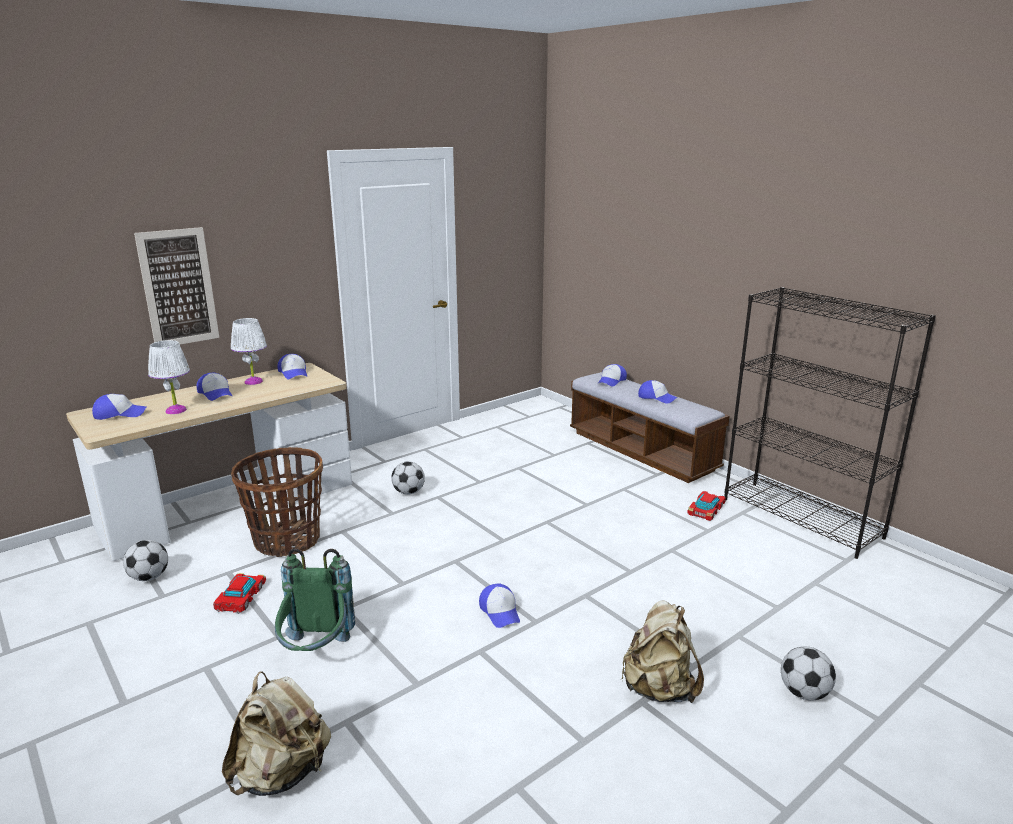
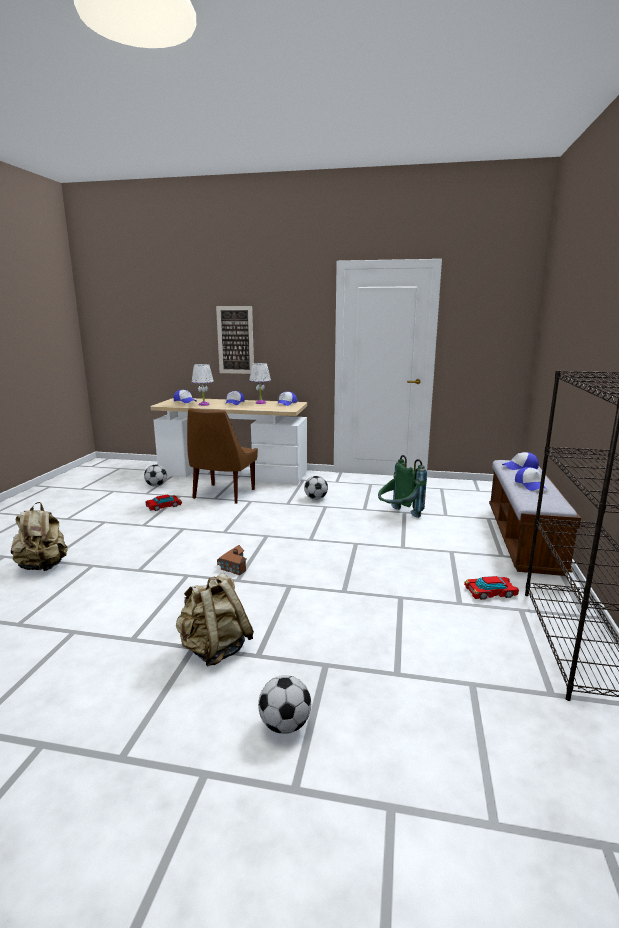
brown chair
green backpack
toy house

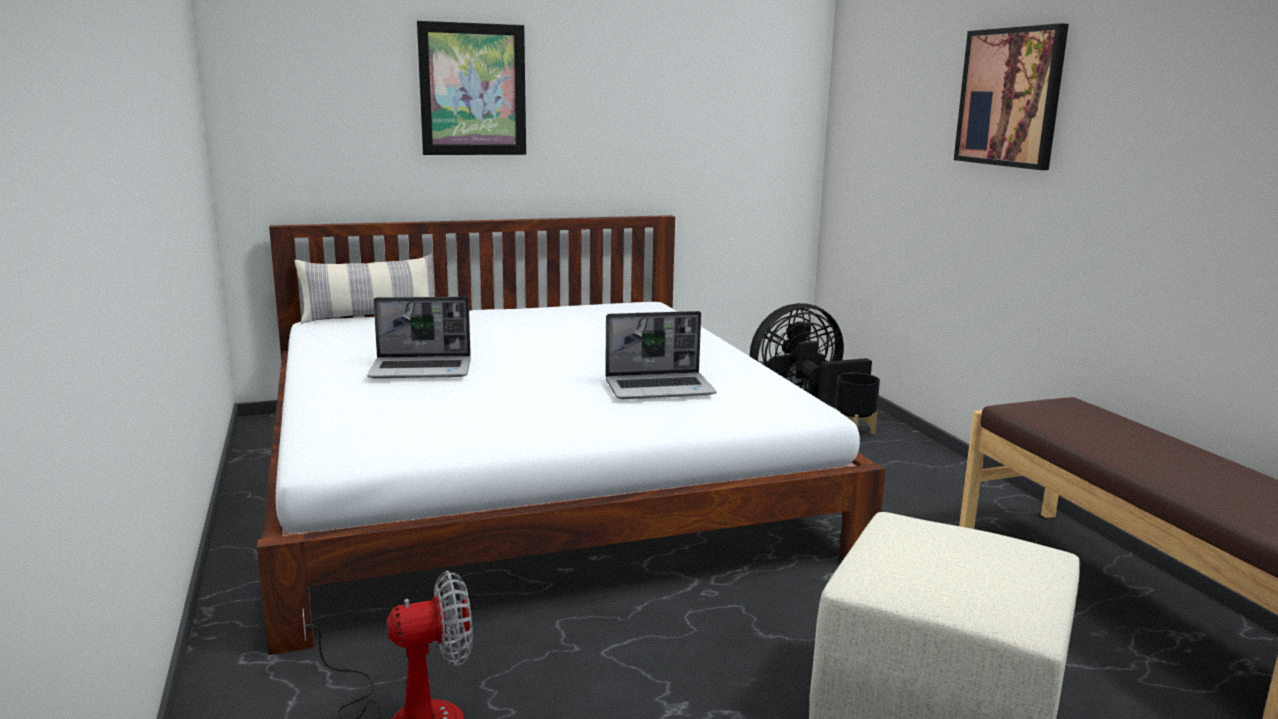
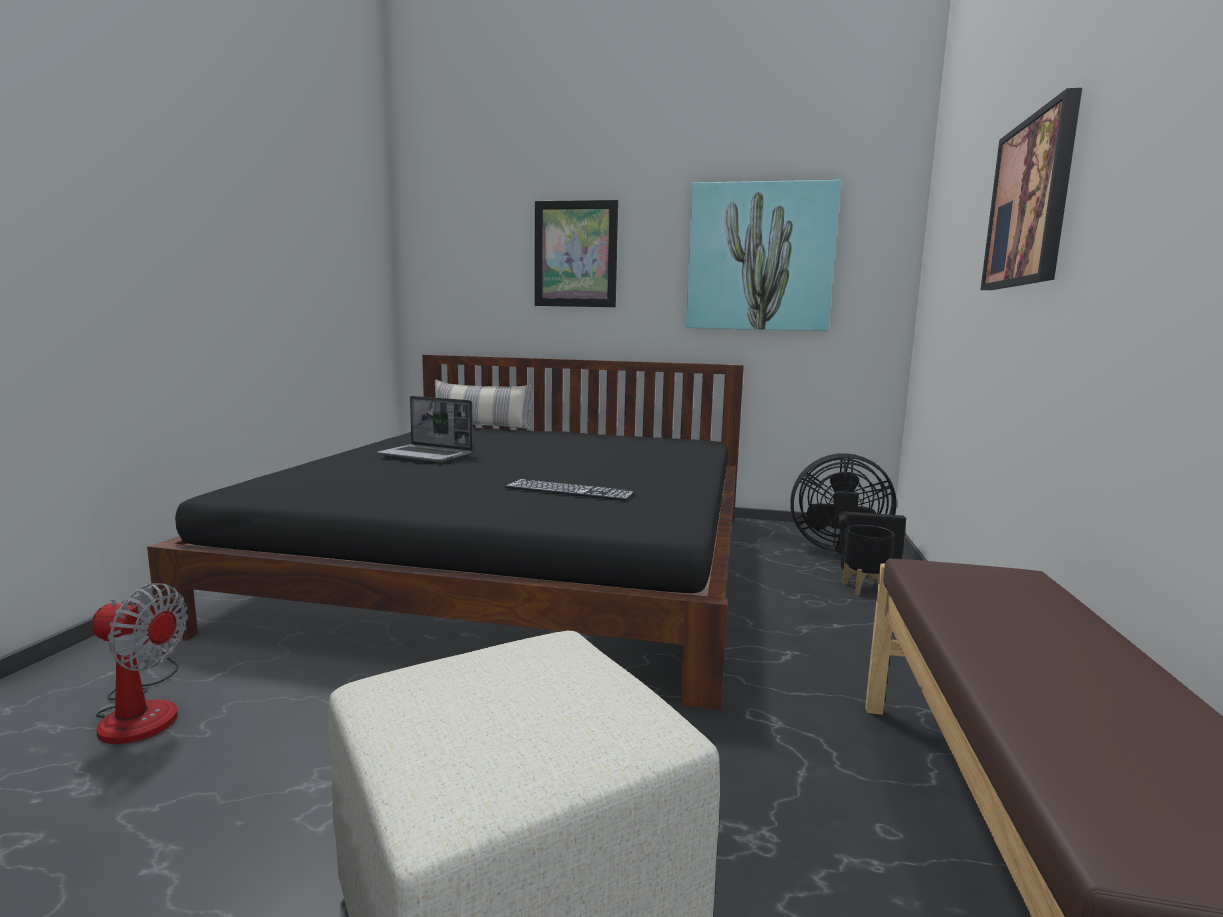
black bed
keyboard
picture (2nd from left)

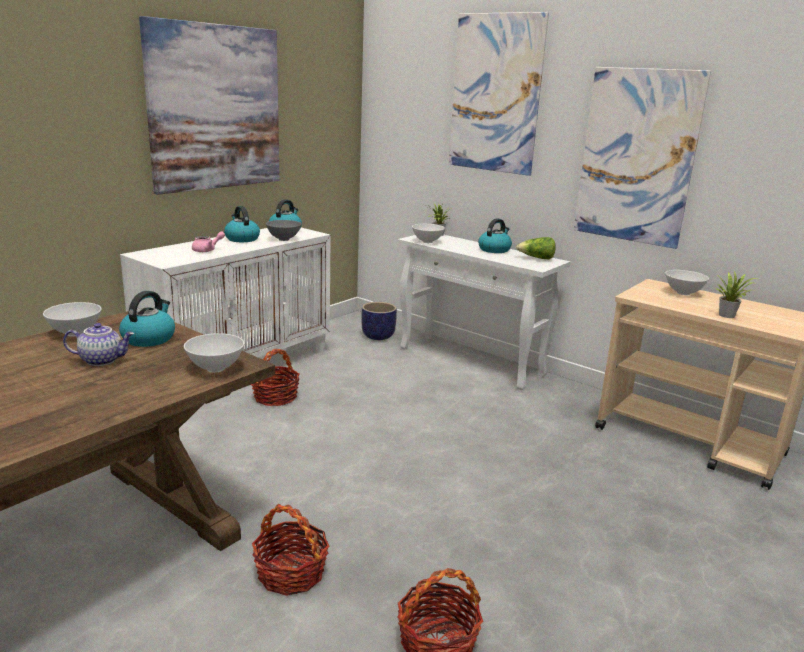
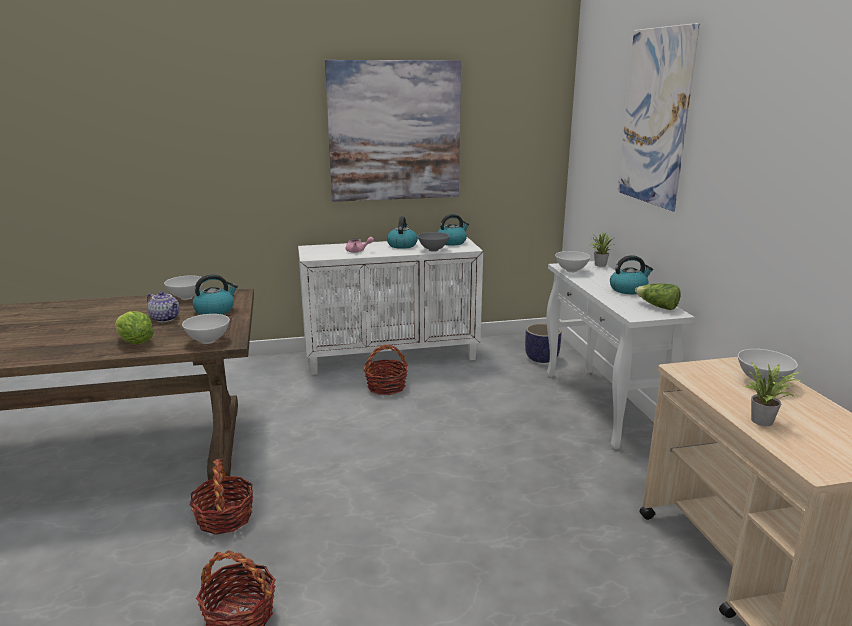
picture (3rd from left in the first image)
lettuce (1st from left)

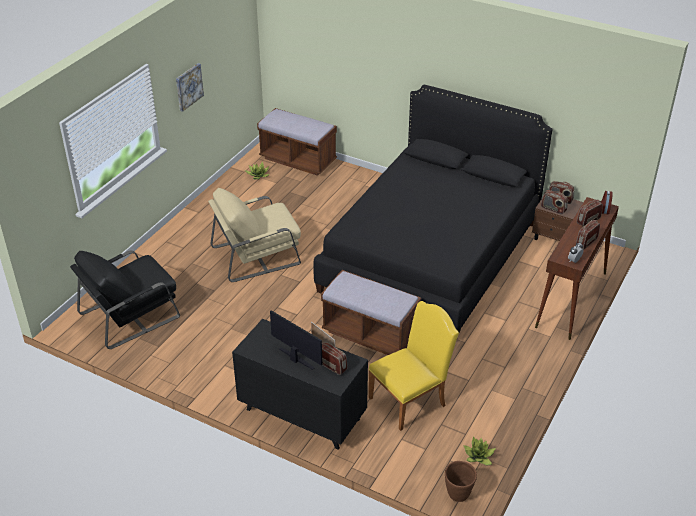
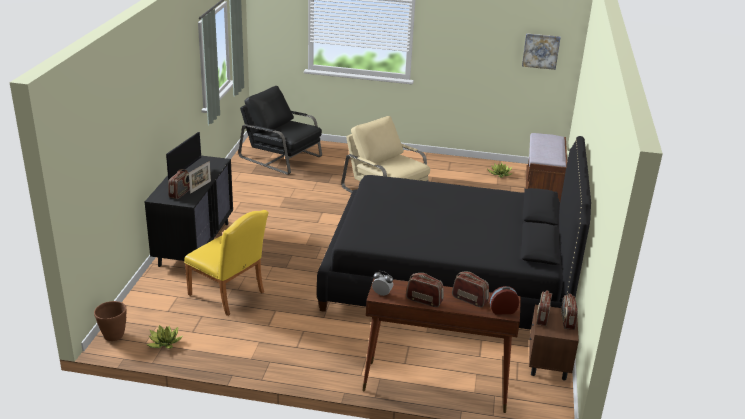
picture
brown bench (2nd from left in the first image)

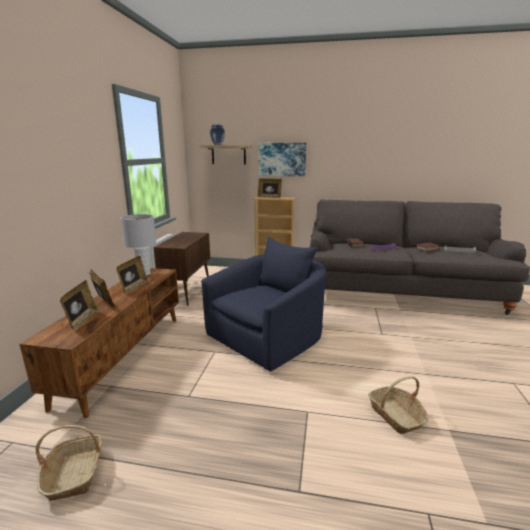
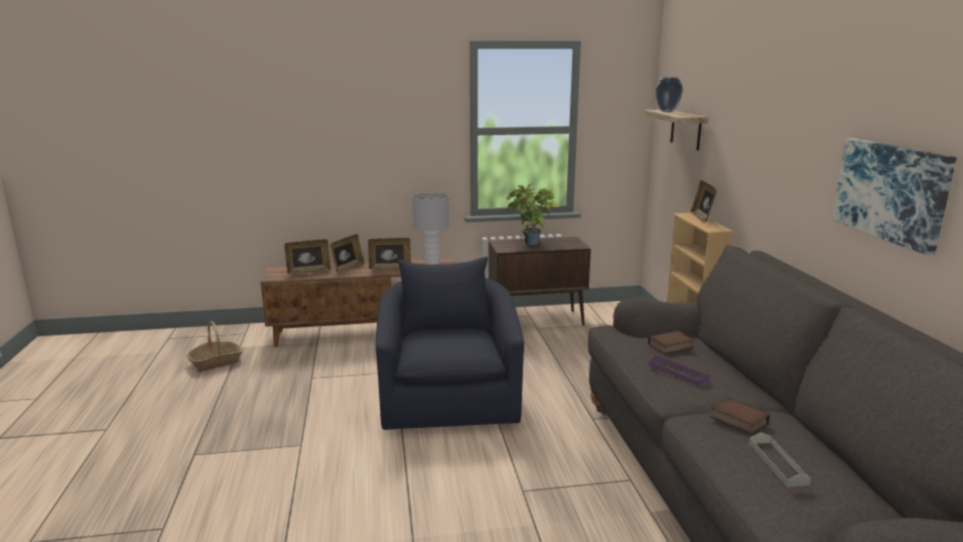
blue armchair
picture
basket (2nd from left in the first image)
potted plant

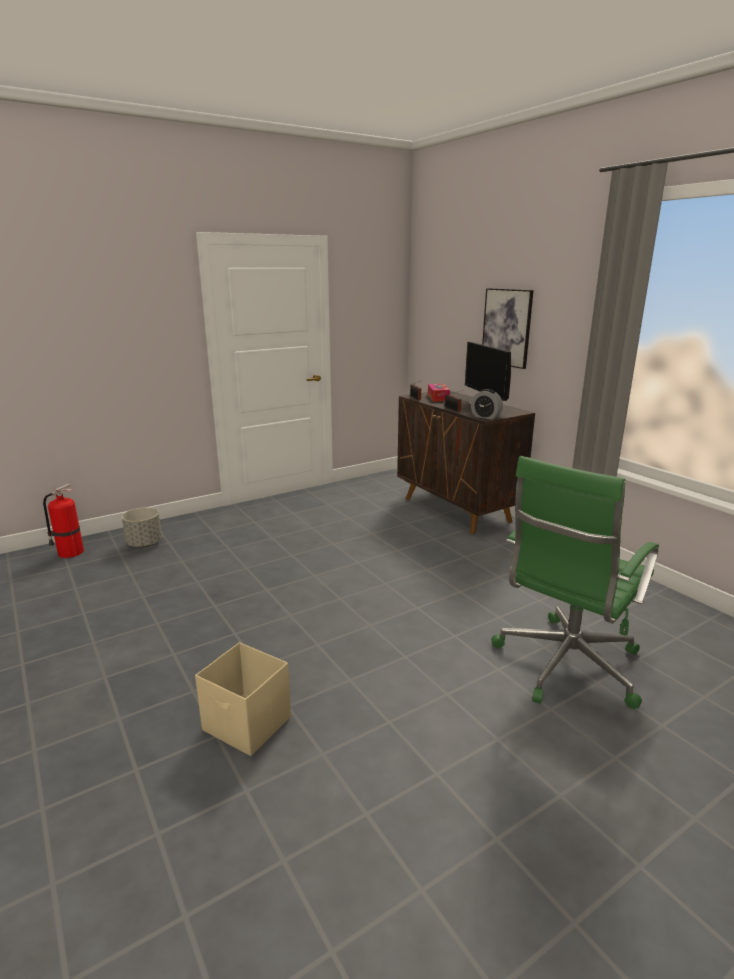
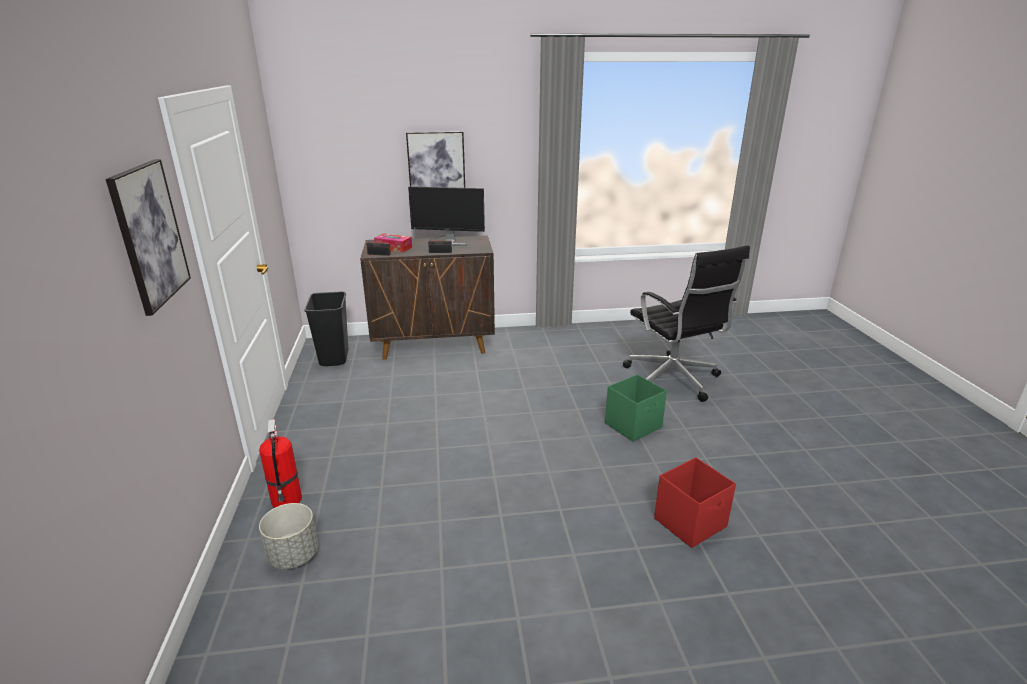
fire extinguisher
red storage box
alarm clock
black office chair
picture (1st from left)
black trash can
green storage box

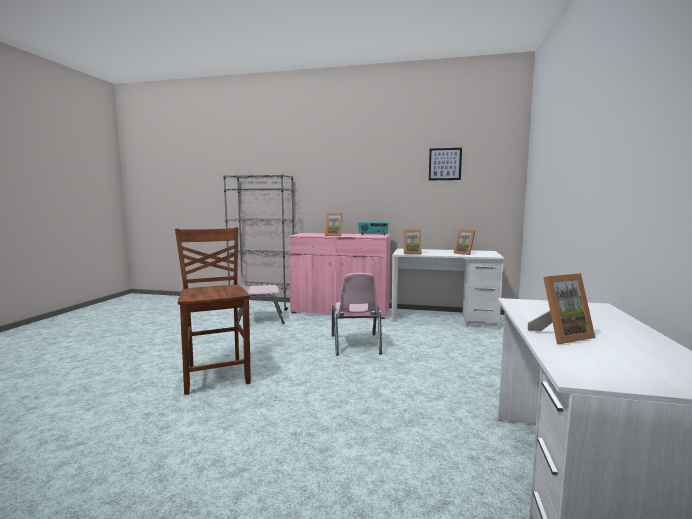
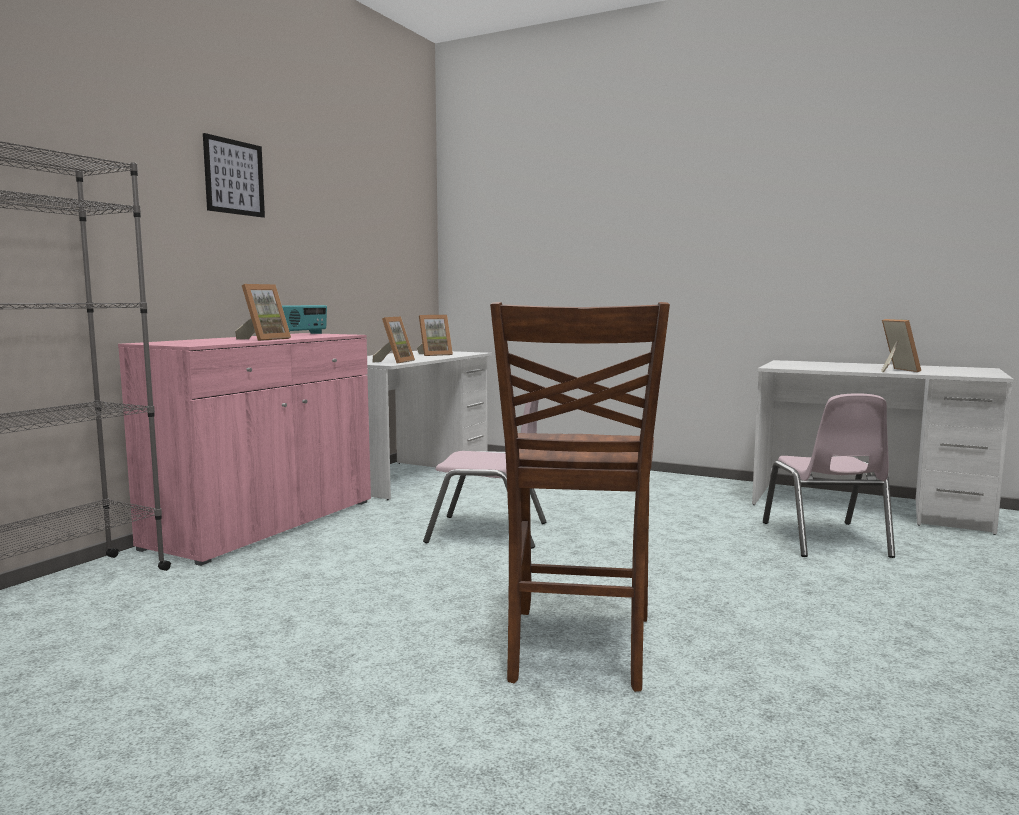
brown chair
pink chair (2nd from left)
picture

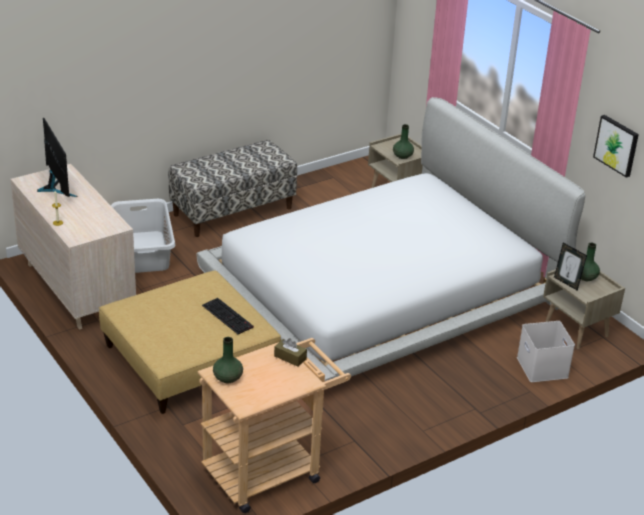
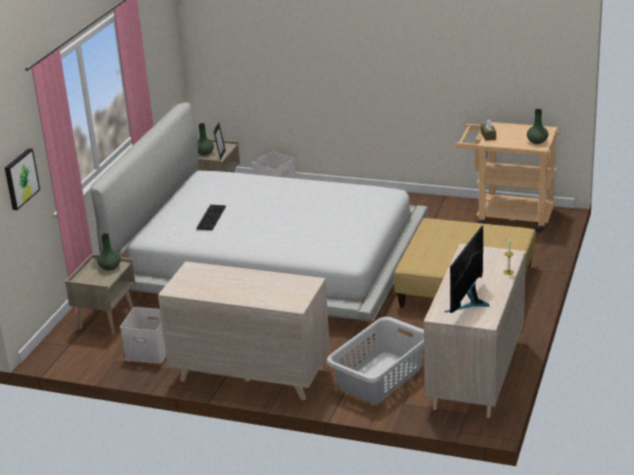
beige dresser (1st from left)
keyboard
picture
white storage box (1st from left)

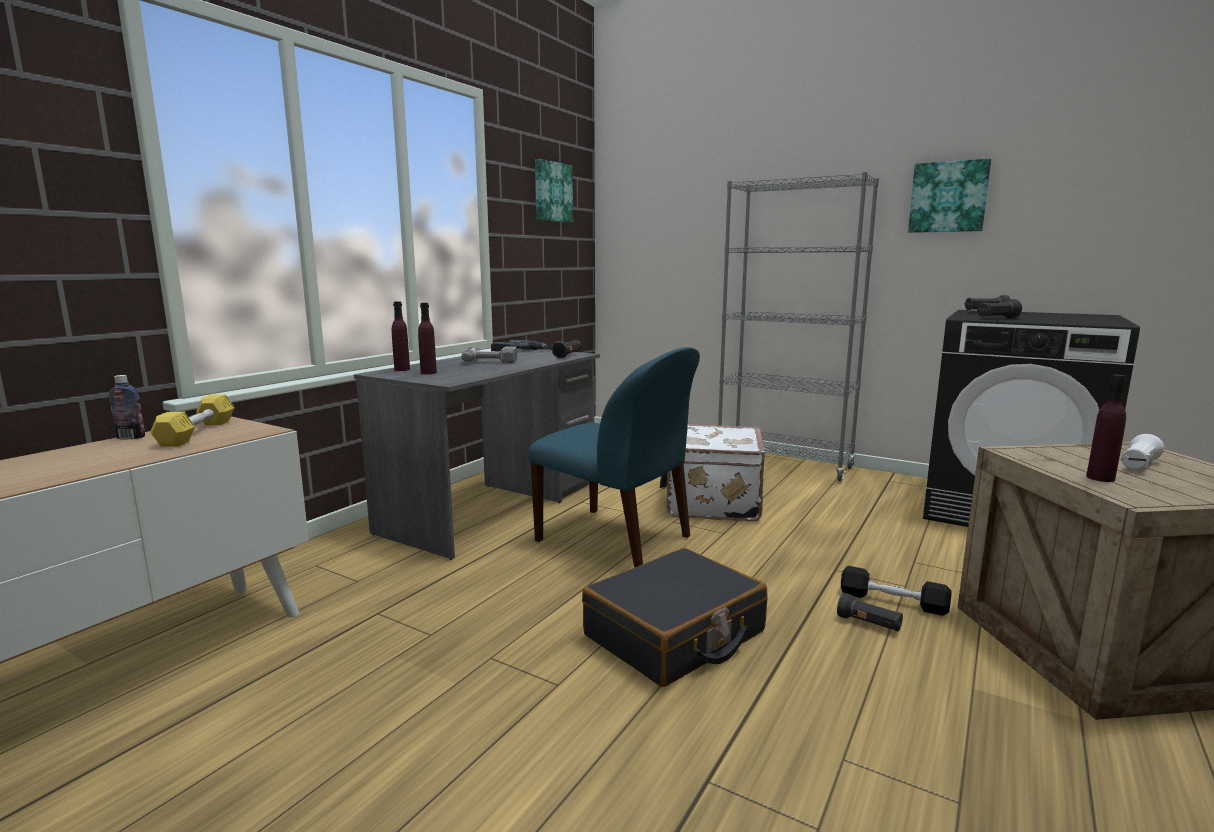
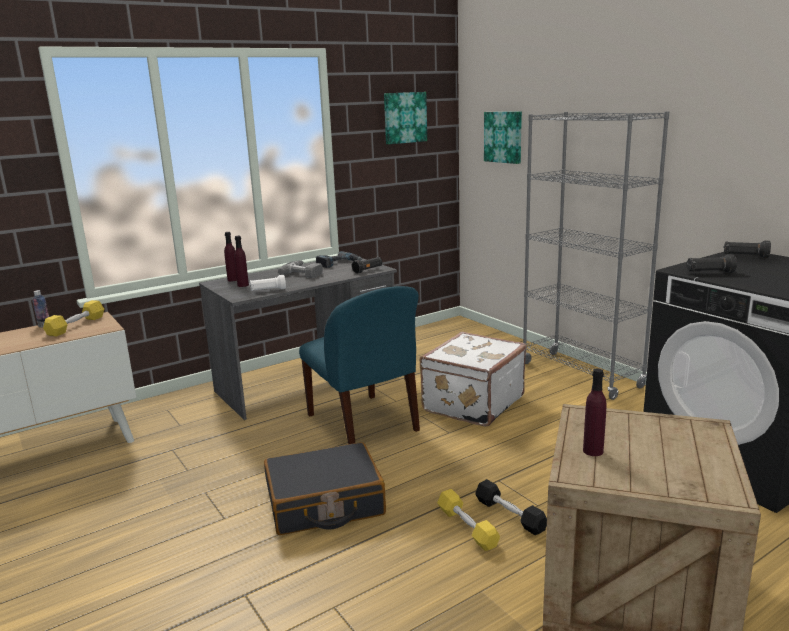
yellow dumbbell (2nd from left)
picture (2nd from left)
white flashlight

